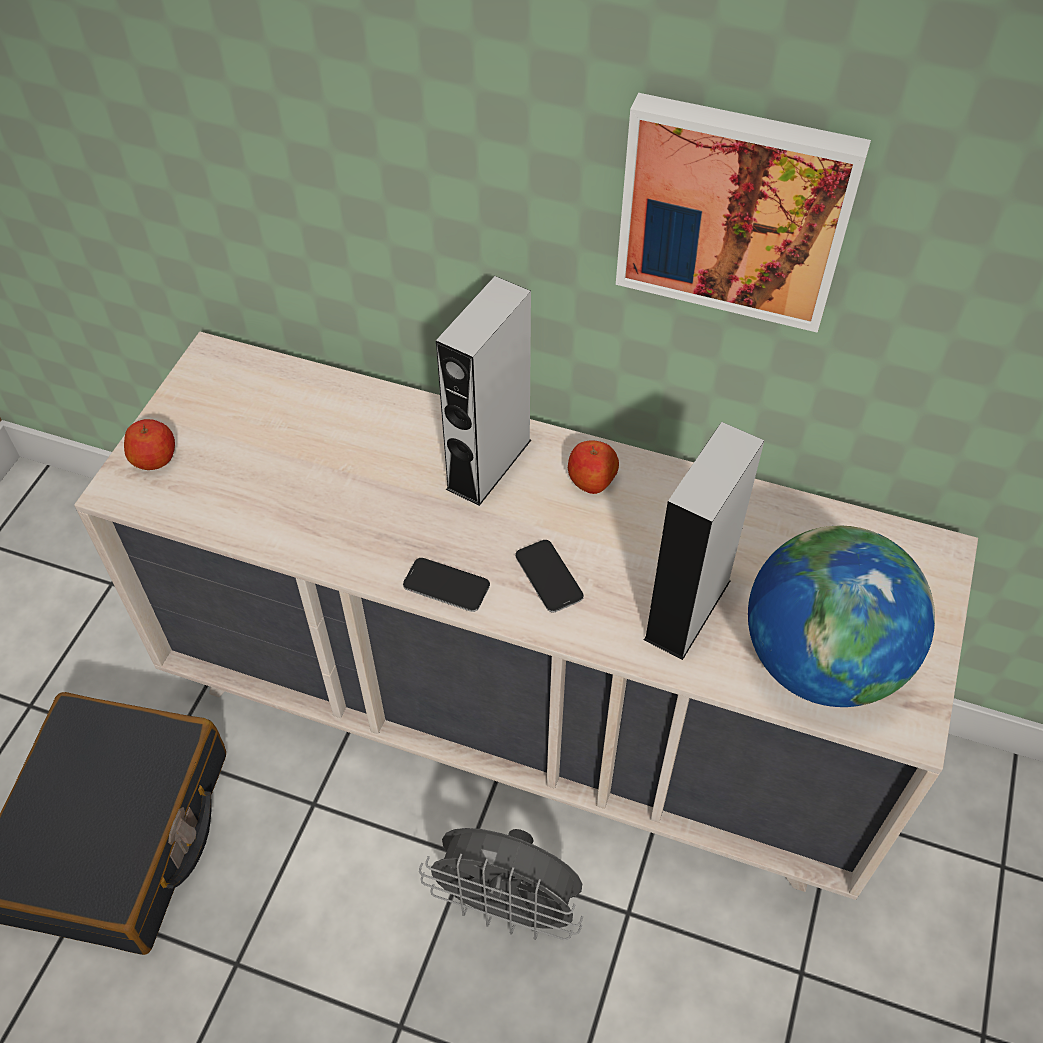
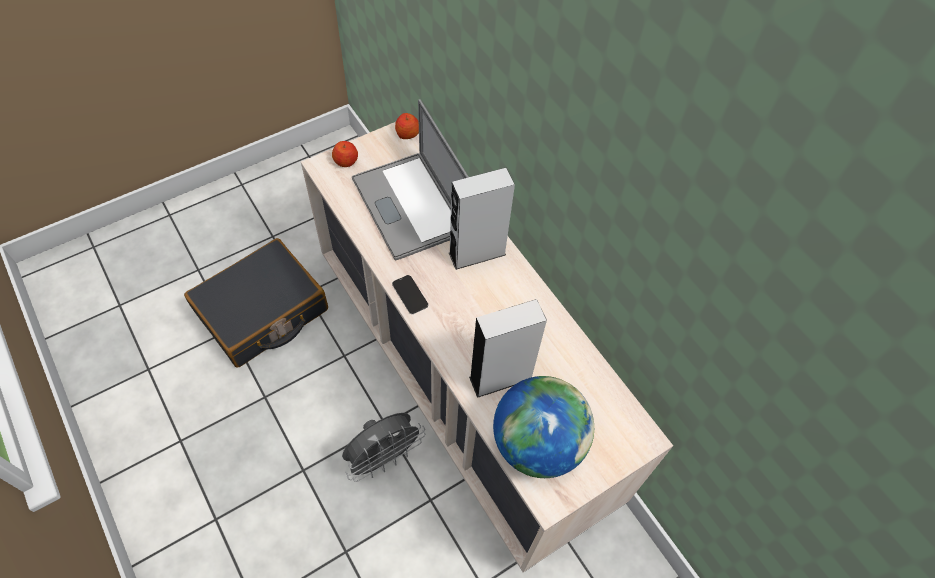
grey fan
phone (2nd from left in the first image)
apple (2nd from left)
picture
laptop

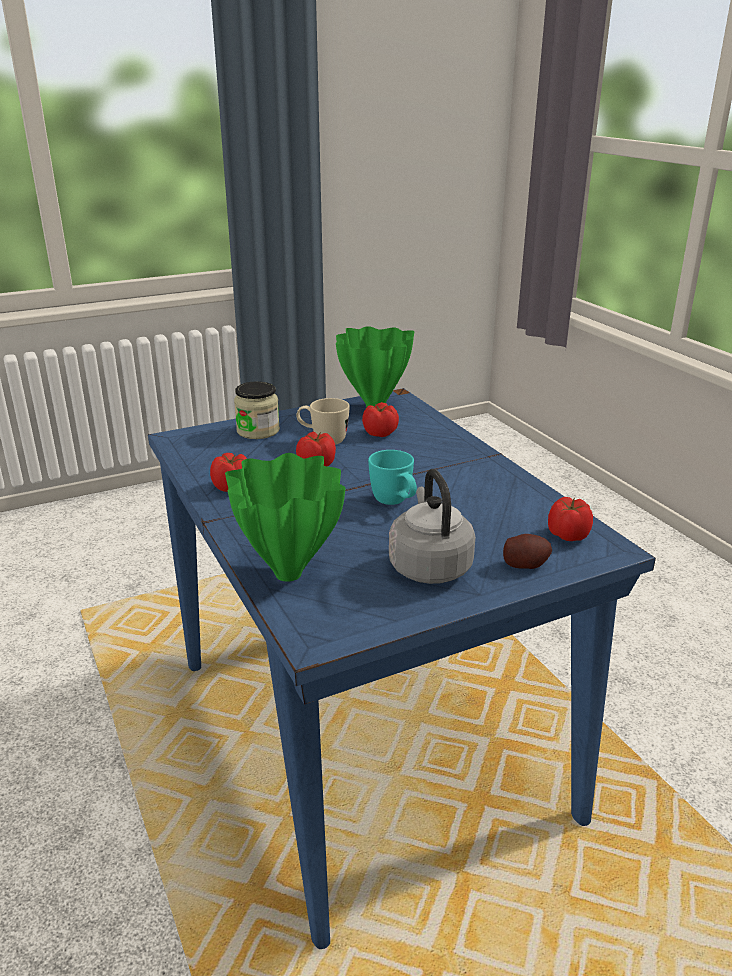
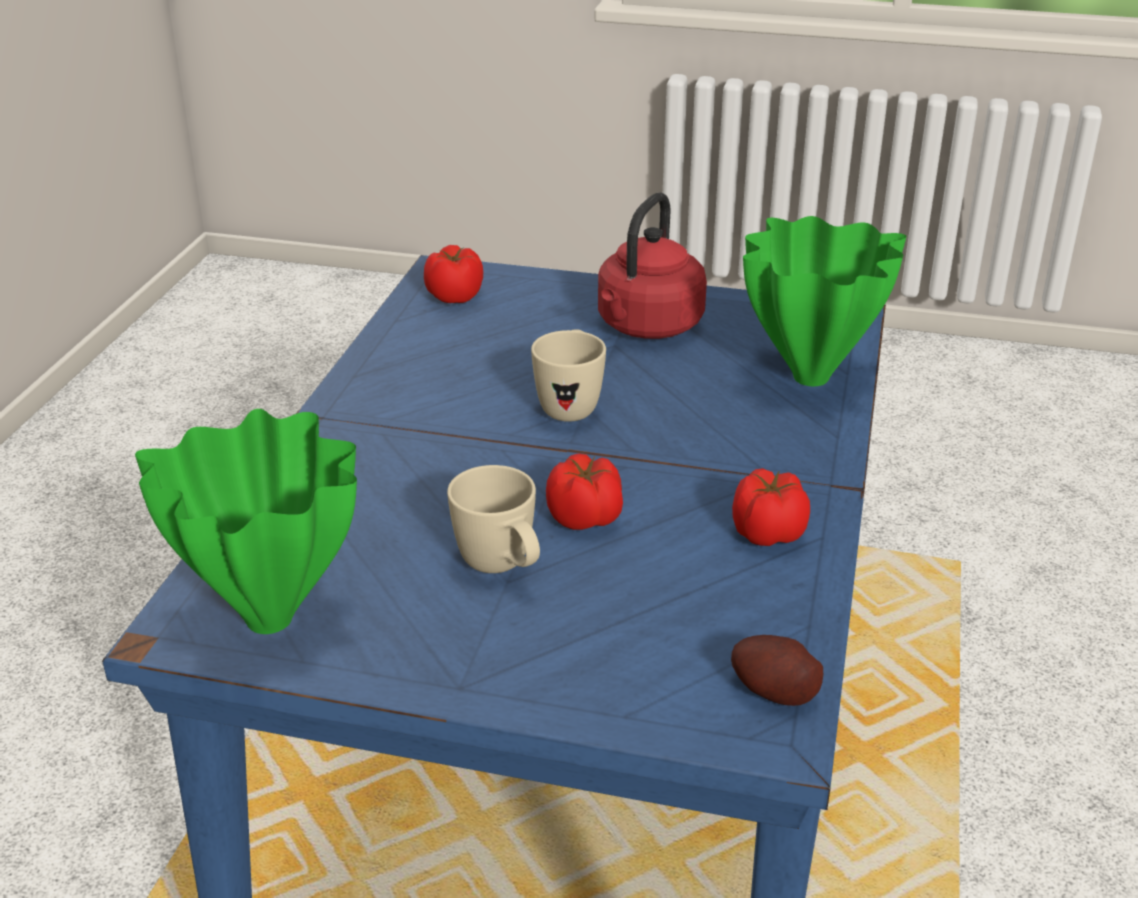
jar
tomato (3rd from left in the first image)
beige mug (2nd from left)
red kettle
potato

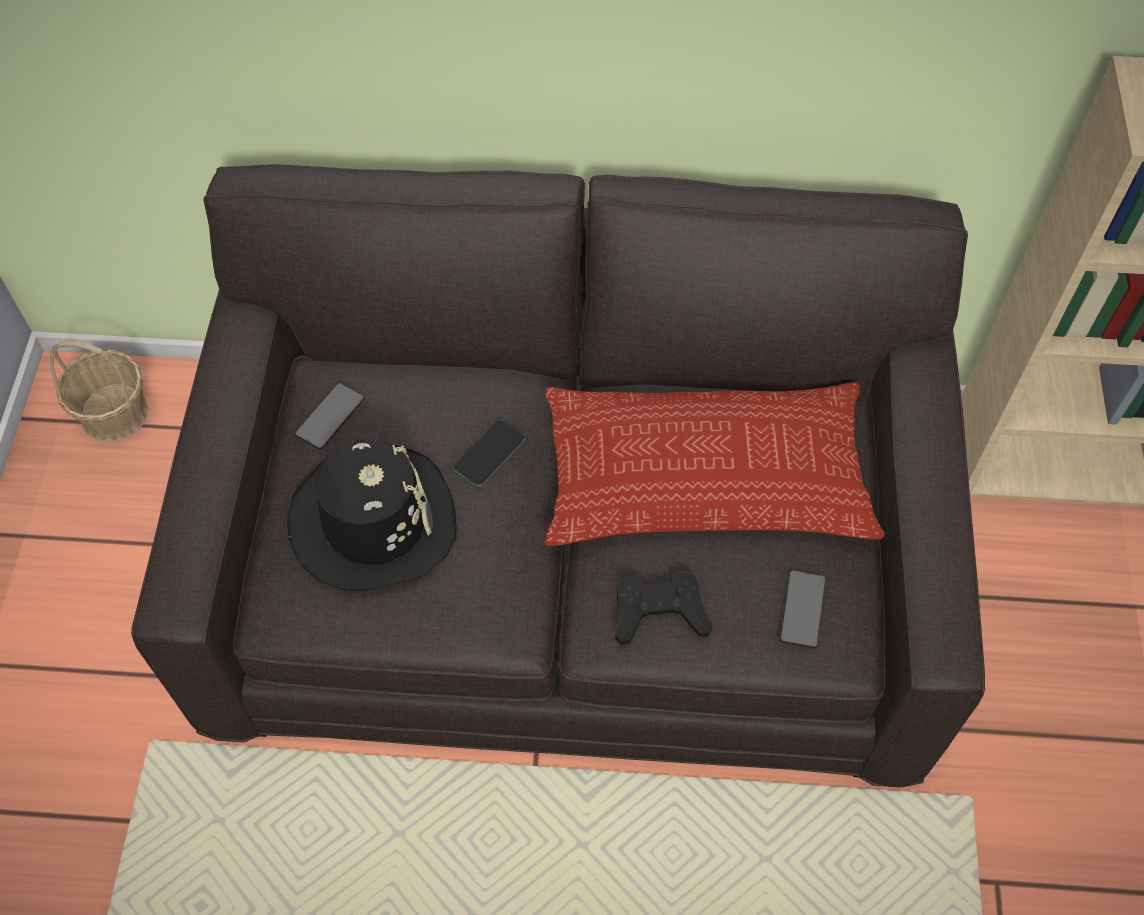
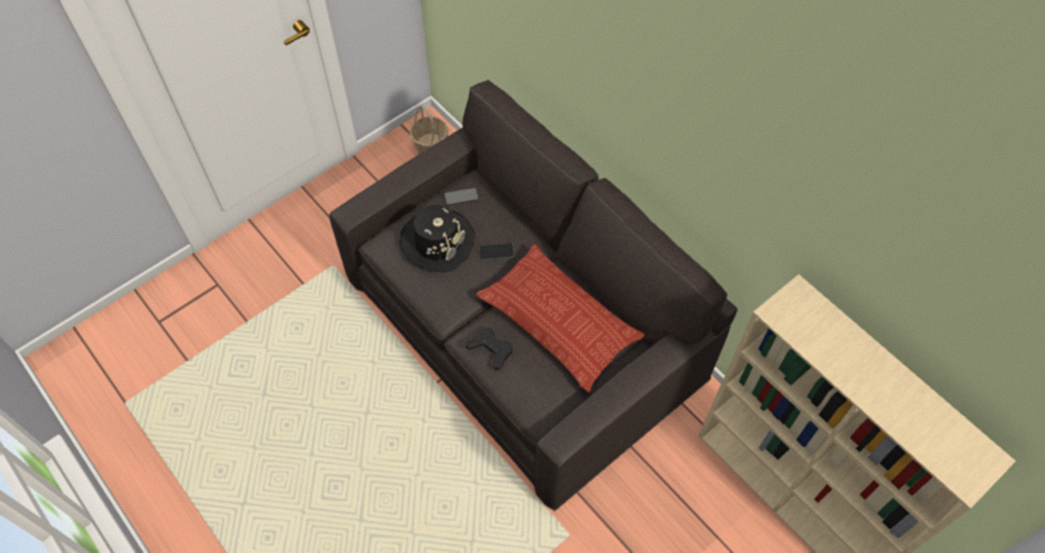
phone (3rd from left in the first image)

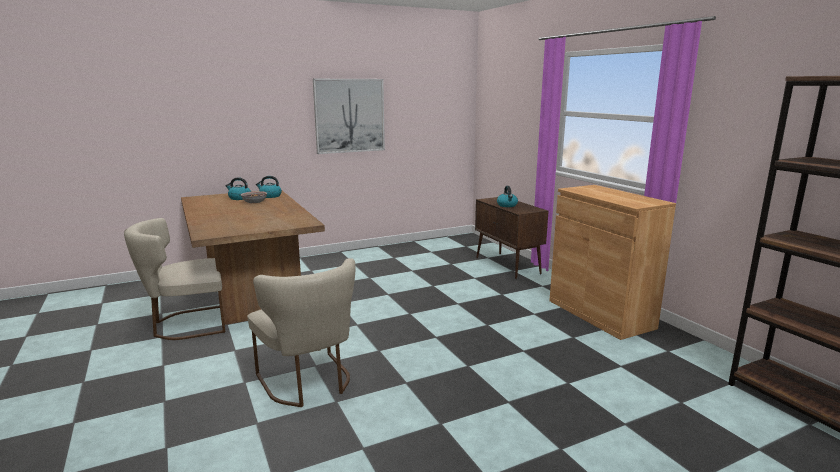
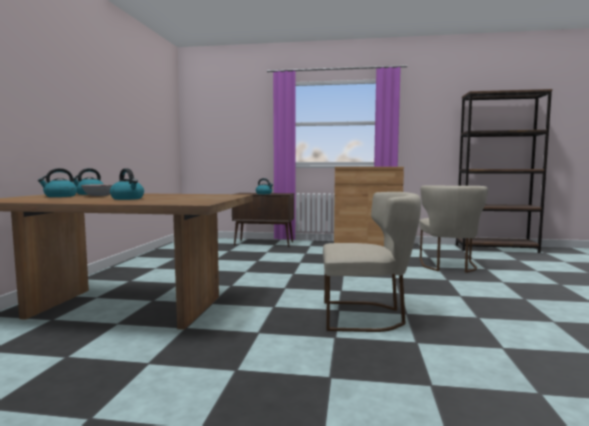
beige chair (2nd from left)
picture
kettle (3rd from left)

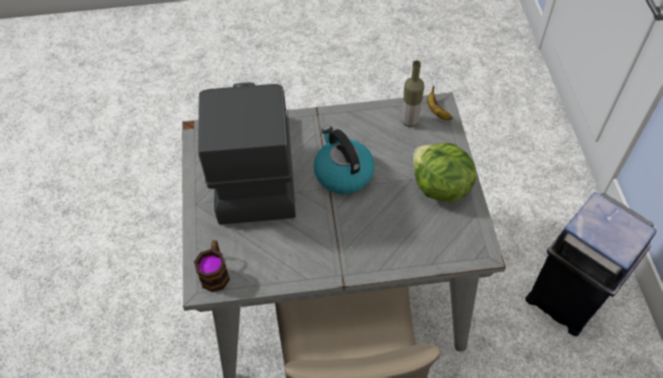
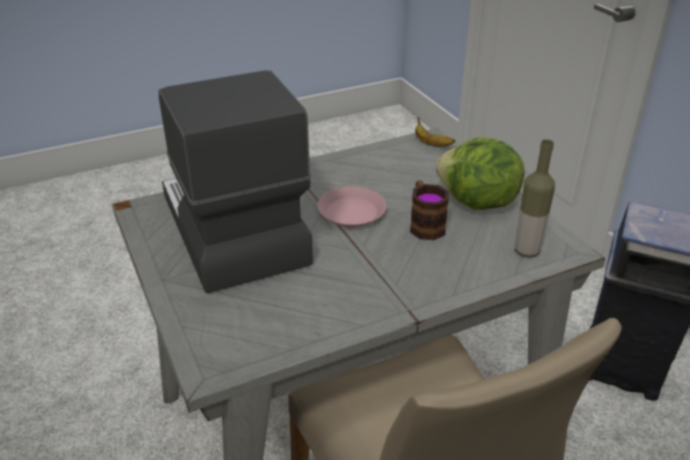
mug
pink plate
bottle

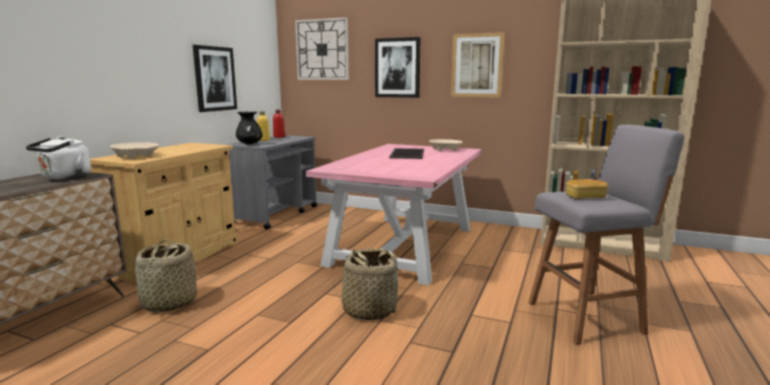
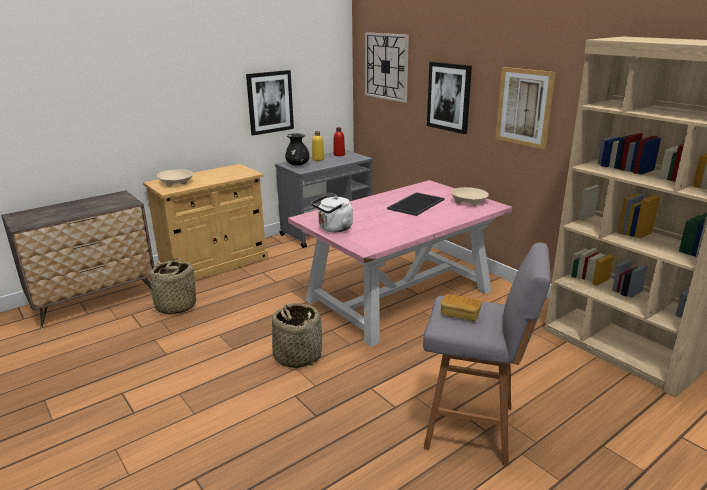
white kettle

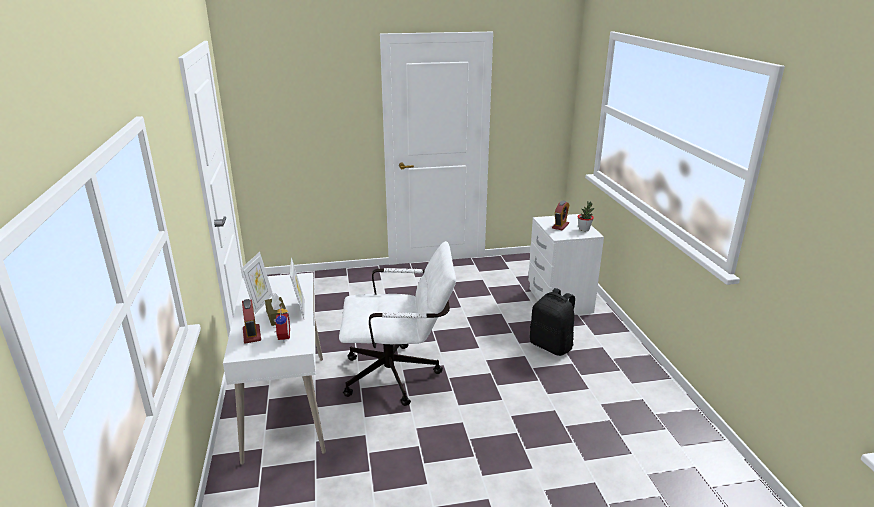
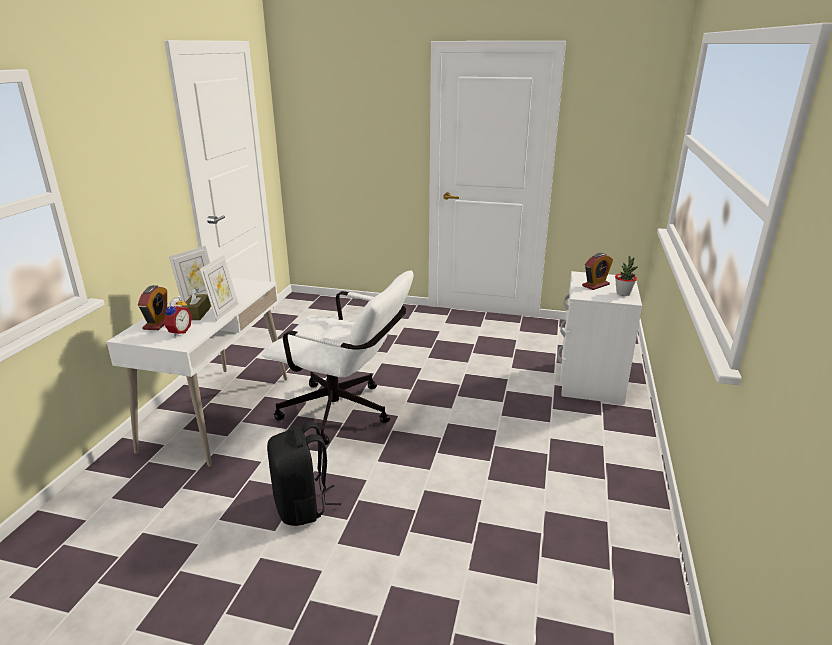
black backpack

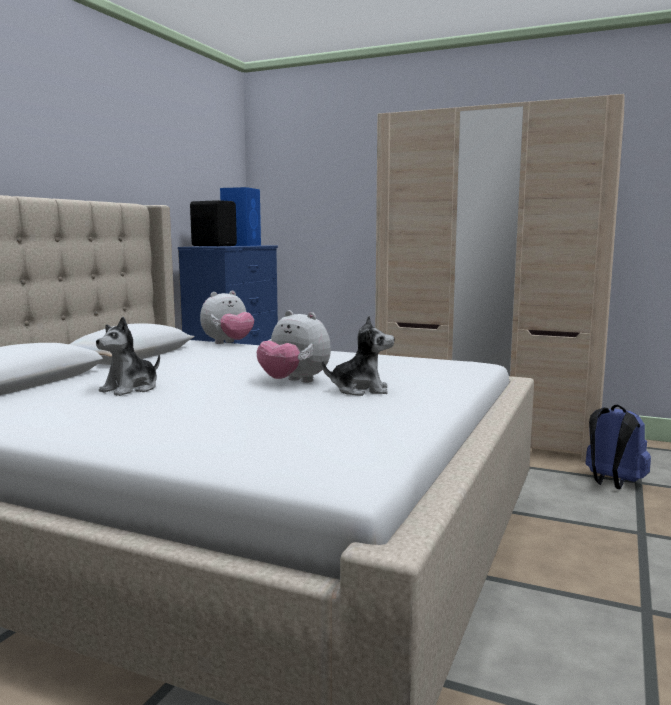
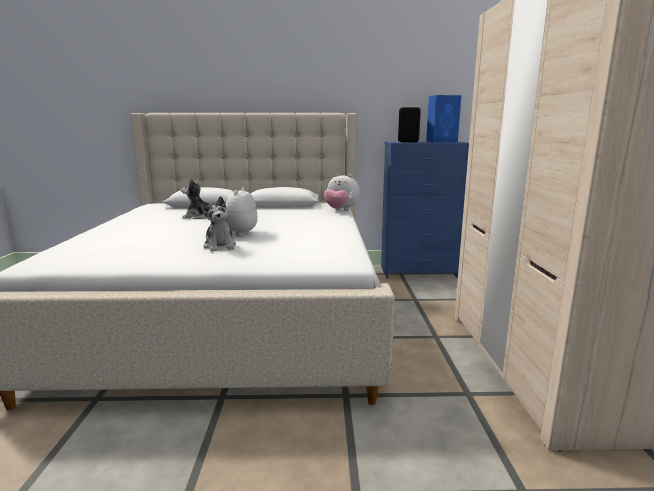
blue backpack

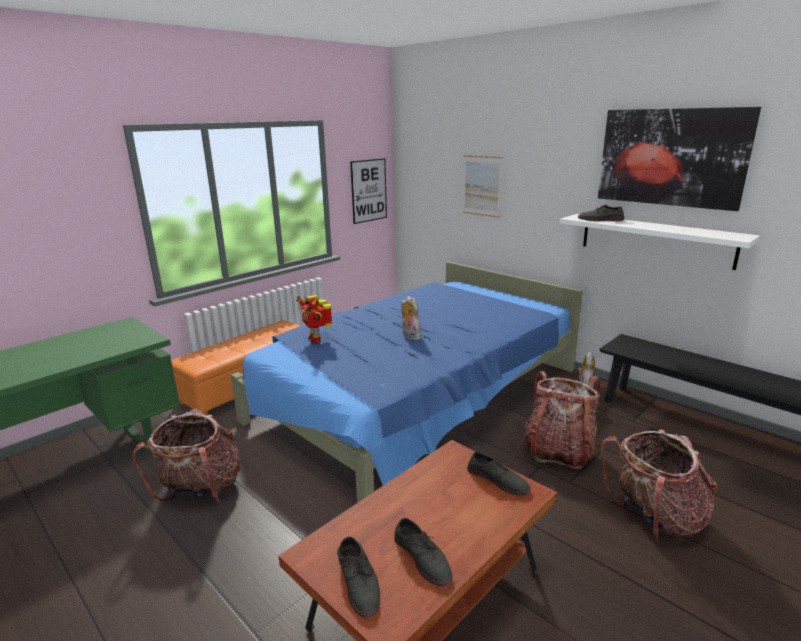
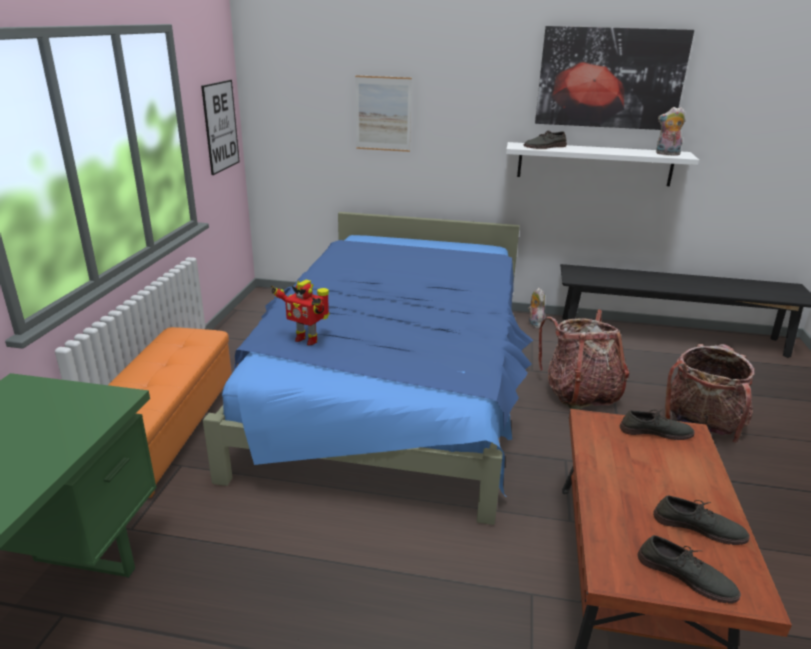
backpack (1st from left in the first image)
plush toy (2nd from left)

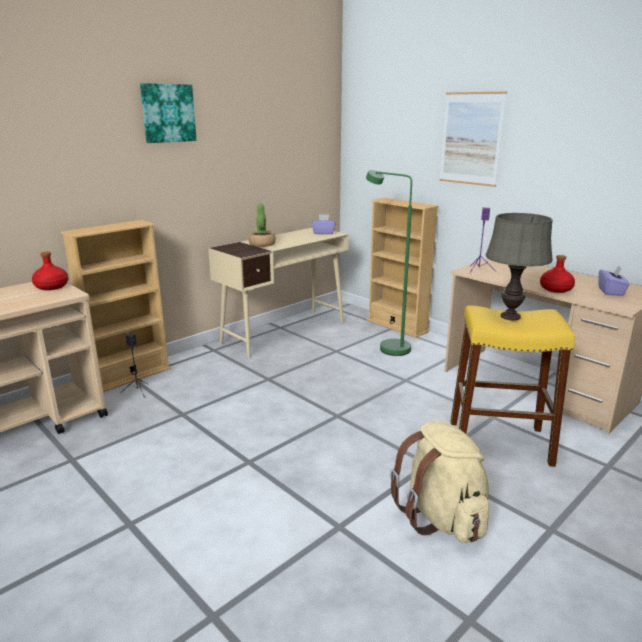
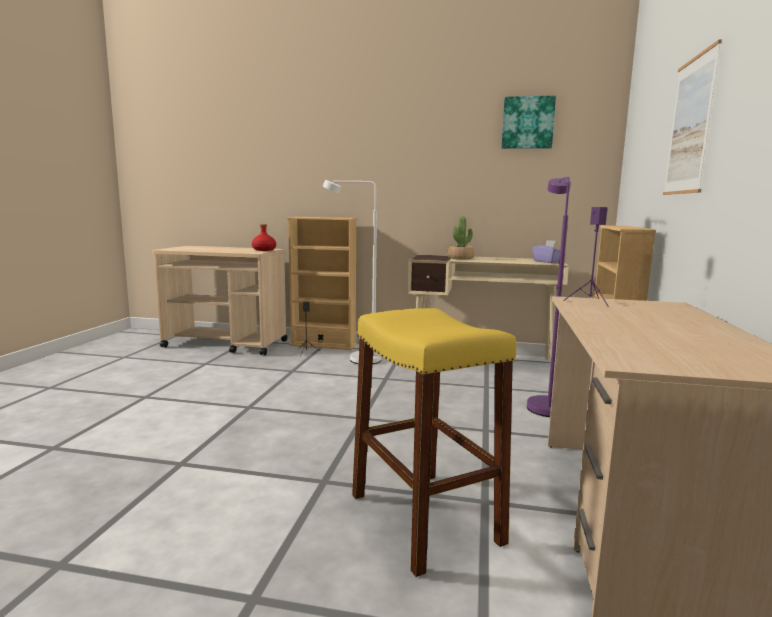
picture (1st from left)
purple floor lamp
beige backpack
grey table lamp
red bottle (2nd from left in the first image)
purple tissue box (2nd from left in the first image)
white floor lamp

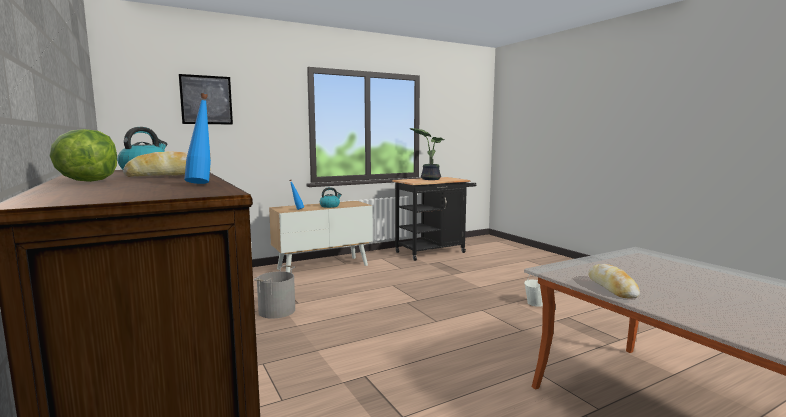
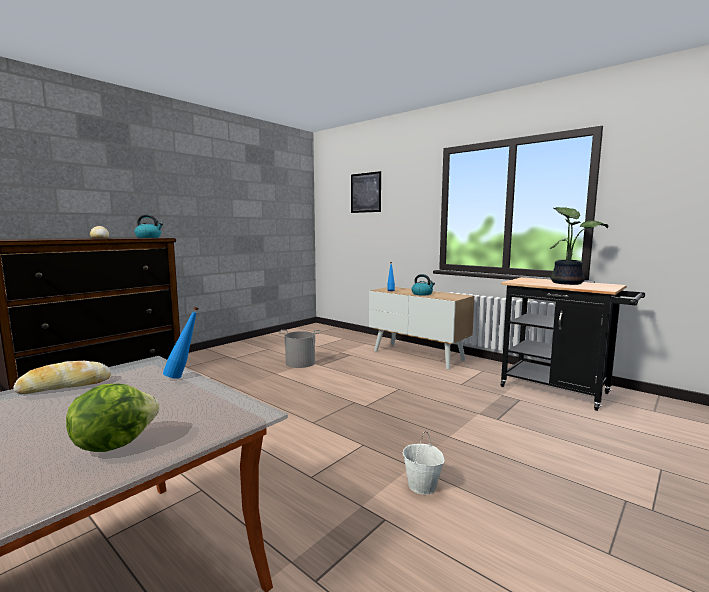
lettuce
blue bottle (1st from left)

